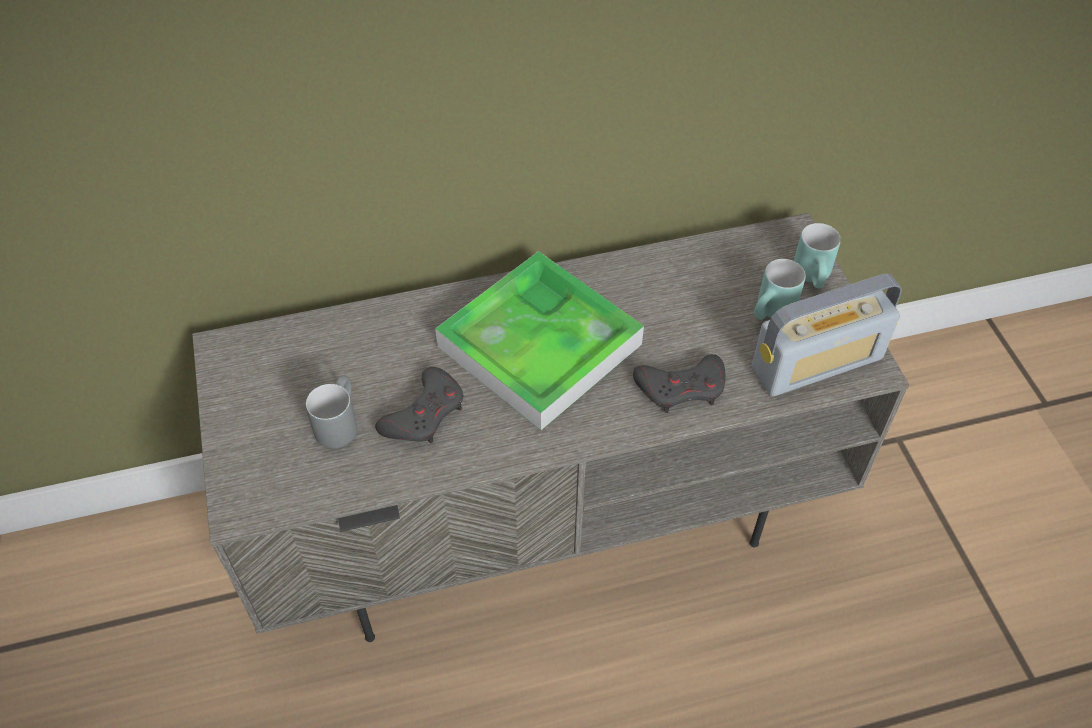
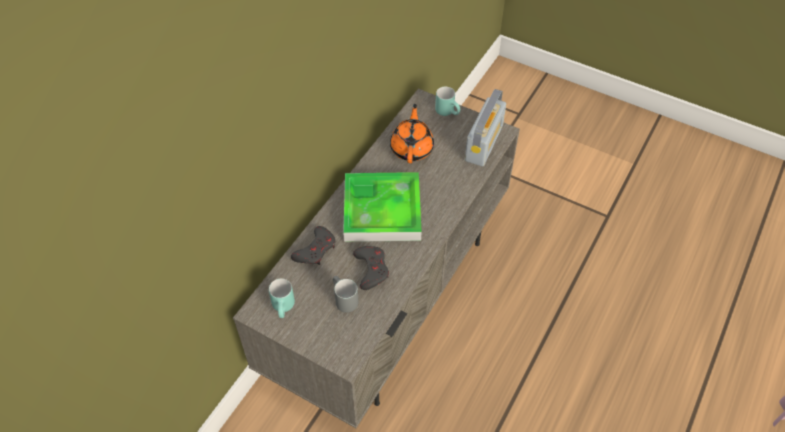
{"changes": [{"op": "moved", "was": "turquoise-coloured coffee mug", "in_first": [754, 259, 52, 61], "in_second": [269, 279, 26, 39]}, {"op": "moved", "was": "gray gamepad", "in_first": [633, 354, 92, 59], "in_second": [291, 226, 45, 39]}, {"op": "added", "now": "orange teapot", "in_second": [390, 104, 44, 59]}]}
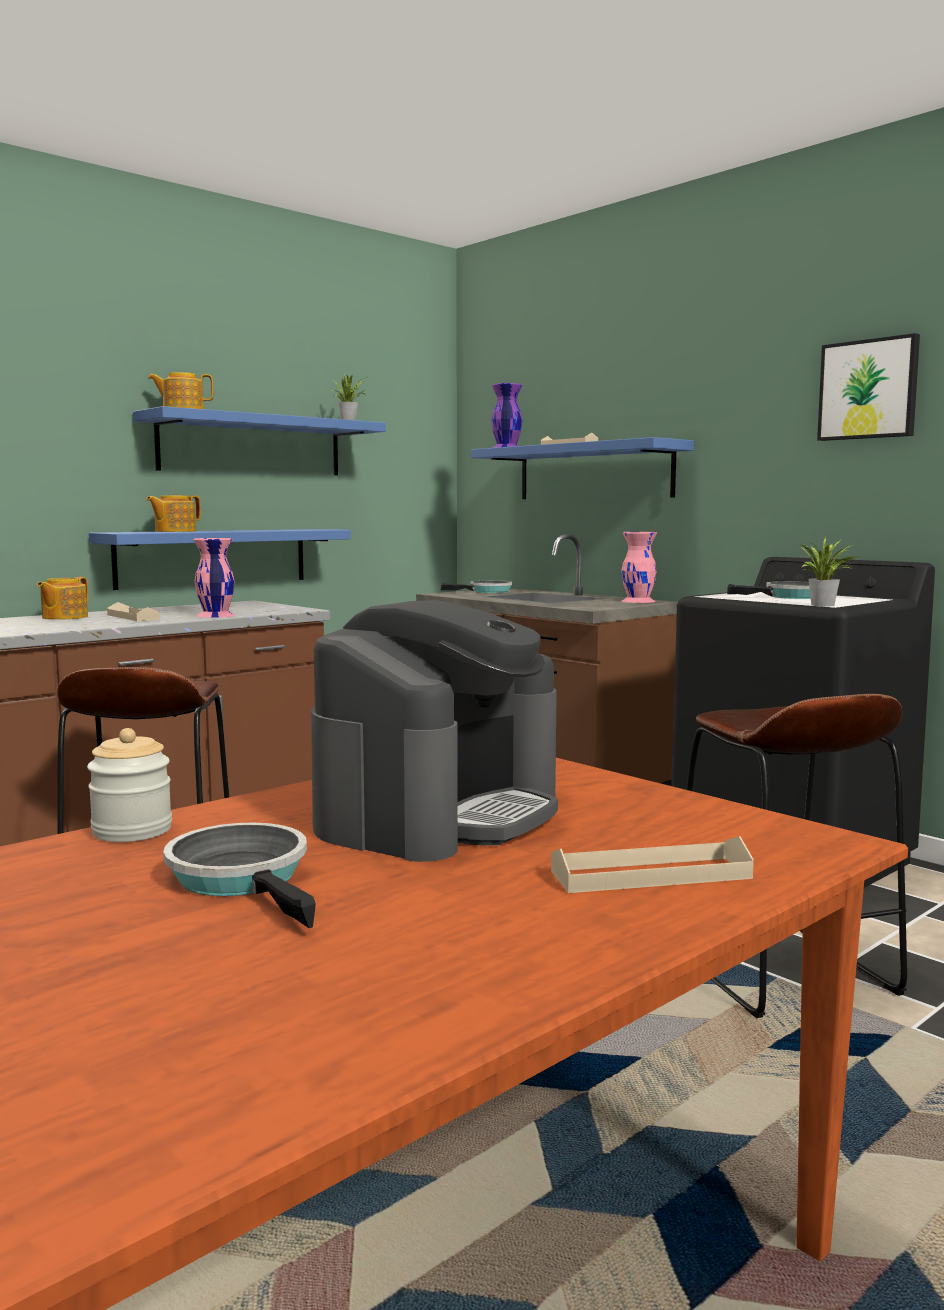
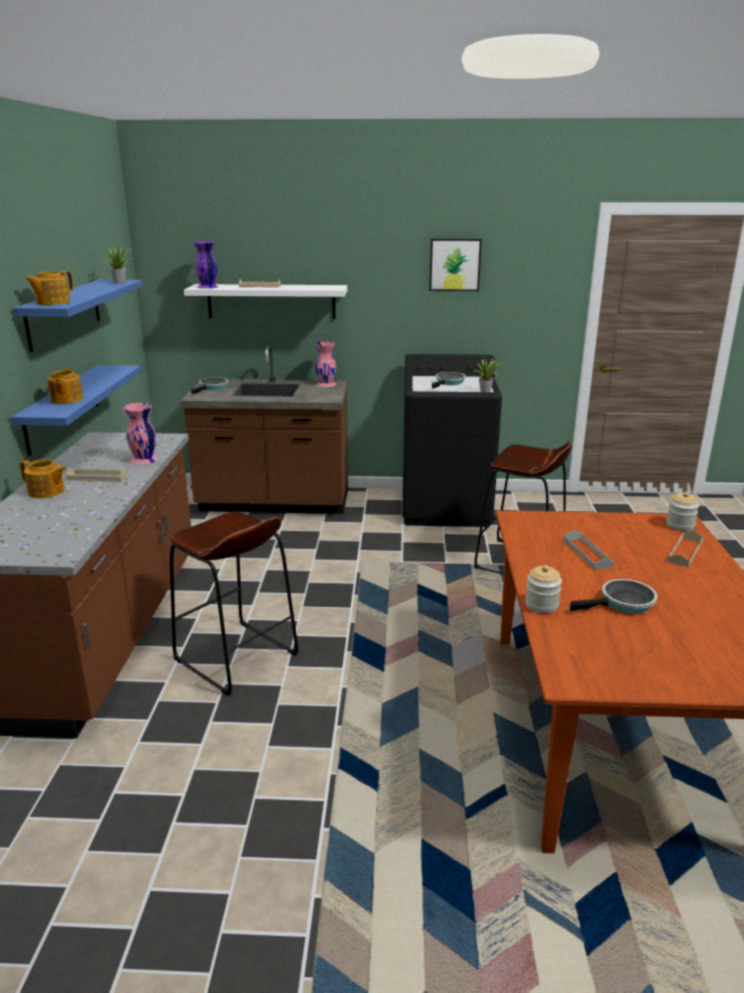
{"changes": [{"op": "recoloured", "was": "blue shelf", "now": "white-coloured shelf", "in_first": [471, 437, 223, 62], "in_second": [184, 284, 163, 35]}, {"op": "turned", "was": "teapot", "in_first": [37, 577, 51, 43], "in_second": [19, 459, 47, 39], "clockwise": -45}, {"op": "replaced", "was": "coffee brewer", "now": "gray serving tray", "in_first": [311, 600, 247, 262], "in_second": [564, 530, 50, 40]}, {"op": "turned", "was": "pan", "in_first": [163, 822, 153, 106], "in_second": [570, 579, 87, 35], "clockwise": 150}, {"op": "added", "now": "storage jar", "in_second": [666, 492, 33, 39]}]}
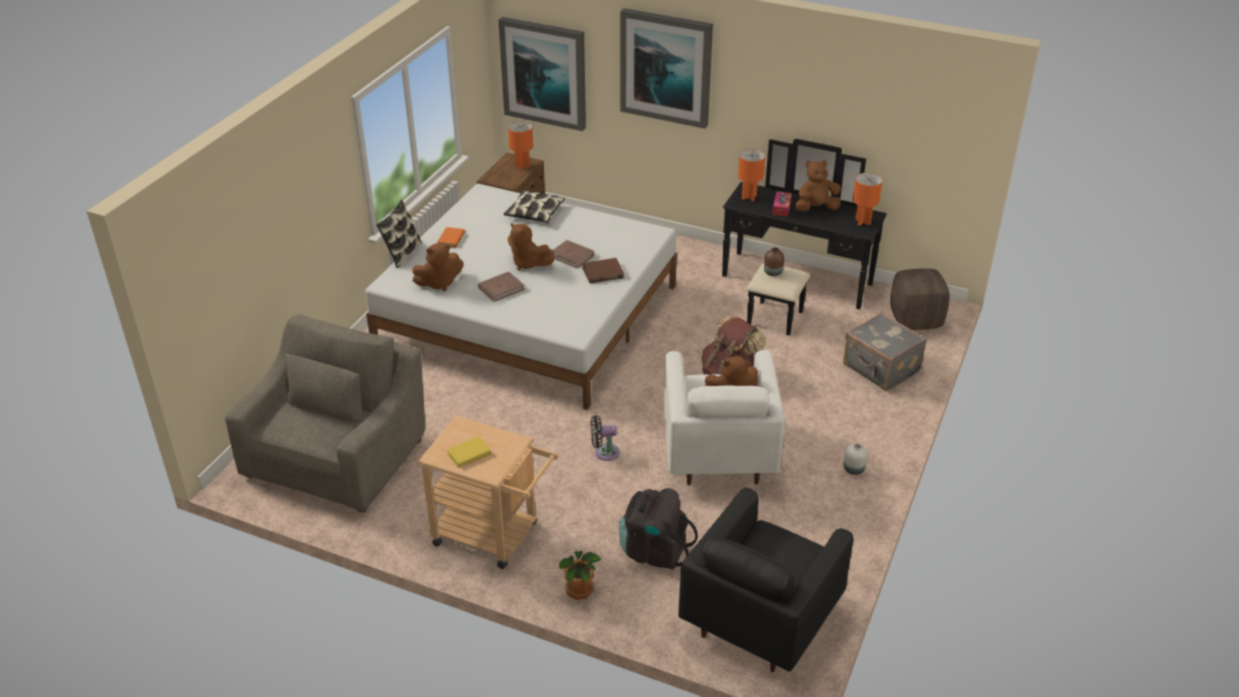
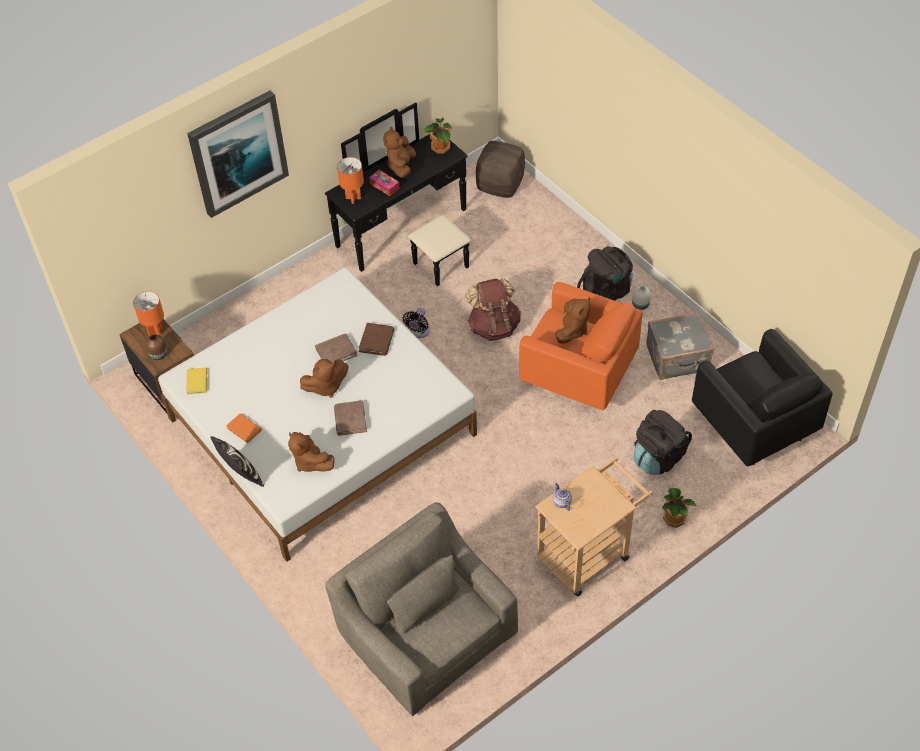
{"changes": [{"op": "removed", "was": "wall art", "in_first": [498, 17, 88, 114]}, {"op": "replaced", "was": "orange table lamp", "now": "potted plant", "in_first": [853, 173, 29, 53], "in_second": [423, 118, 29, 36]}, {"op": "removed", "was": "pillow", "in_first": [504, 191, 61, 32]}, {"op": "turned", "was": "brownish cuddly toy", "in_first": [412, 243, 51, 48], "in_second": [288, 432, 46, 40], "clockwise": 135}, {"op": "moved", "was": "brownish decorative vase", "in_first": [764, 248, 20, 28], "in_second": [145, 335, 22, 25]}, {"op": "moved", "was": "gray travel case", "in_first": [843, 313, 84, 78], "in_second": [646, 312, 68, 68]}, {"op": "recoloured", "was": "white-coloured lounge chair", "now": "orange lounge chair", "in_first": [663, 350, 122, 135], "in_second": [519, 282, 124, 128]}, {"op": "moved", "was": "black-coloured fan", "in_first": [591, 415, 29, 46], "in_second": [403, 308, 27, 30]}, {"op": "moved", "was": "yellow bound book", "in_first": [447, 436, 44, 32], "in_second": [186, 368, 21, 27]}, {"op": "added", "now": "black-coloured knapsack", "in_second": [577, 246, 56, 55]}, {"op": "added", "now": "teapot", "in_second": [553, 482, 19, 29]}]}
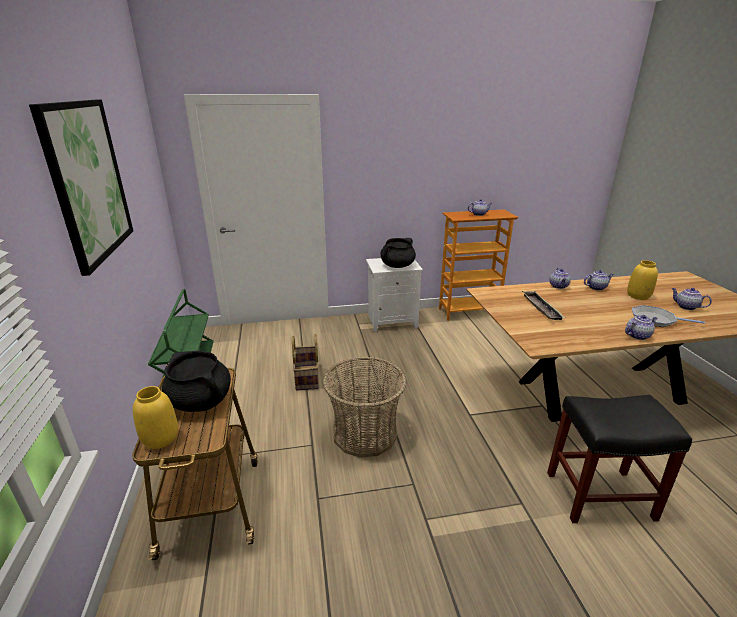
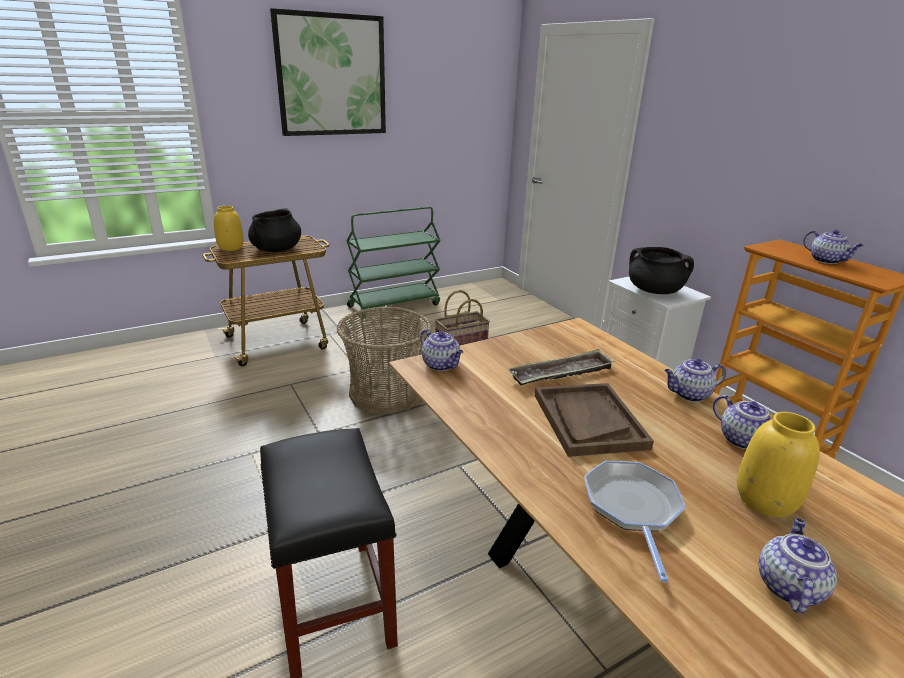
{"changes": [{"op": "moved", "was": "teapot", "in_first": [625, 315, 33, 25], "in_second": [420, 329, 43, 42]}, {"op": "added", "now": "brownish serving tray", "in_second": [535, 383, 119, 74]}]}
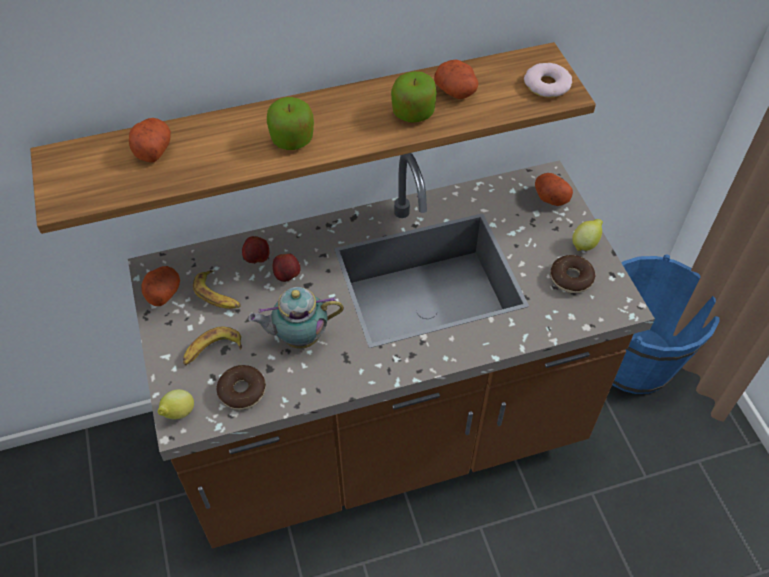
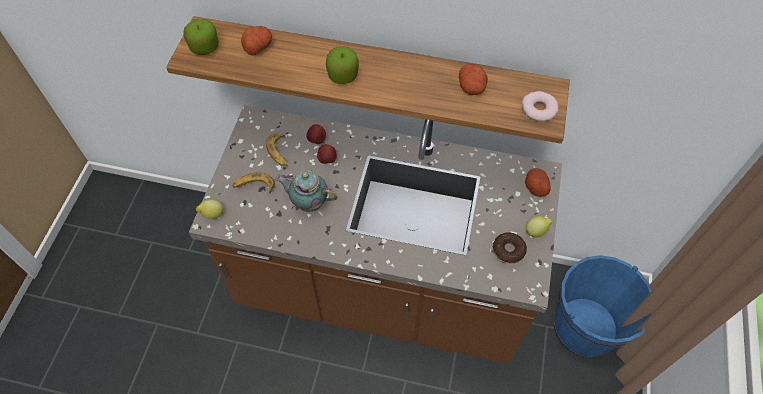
{"changes": [{"op": "moved", "was": "apple", "in_first": [391, 71, 45, 52], "in_second": [183, 19, 36, 36]}, {"op": "removed", "was": "potato", "in_first": [142, 266, 38, 40]}, {"op": "removed", "was": "ring doughnut", "in_first": [217, 365, 49, 45]}]}
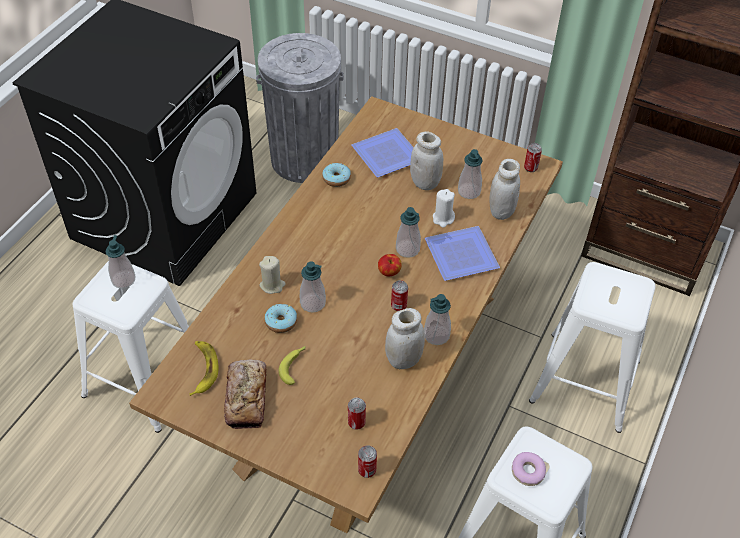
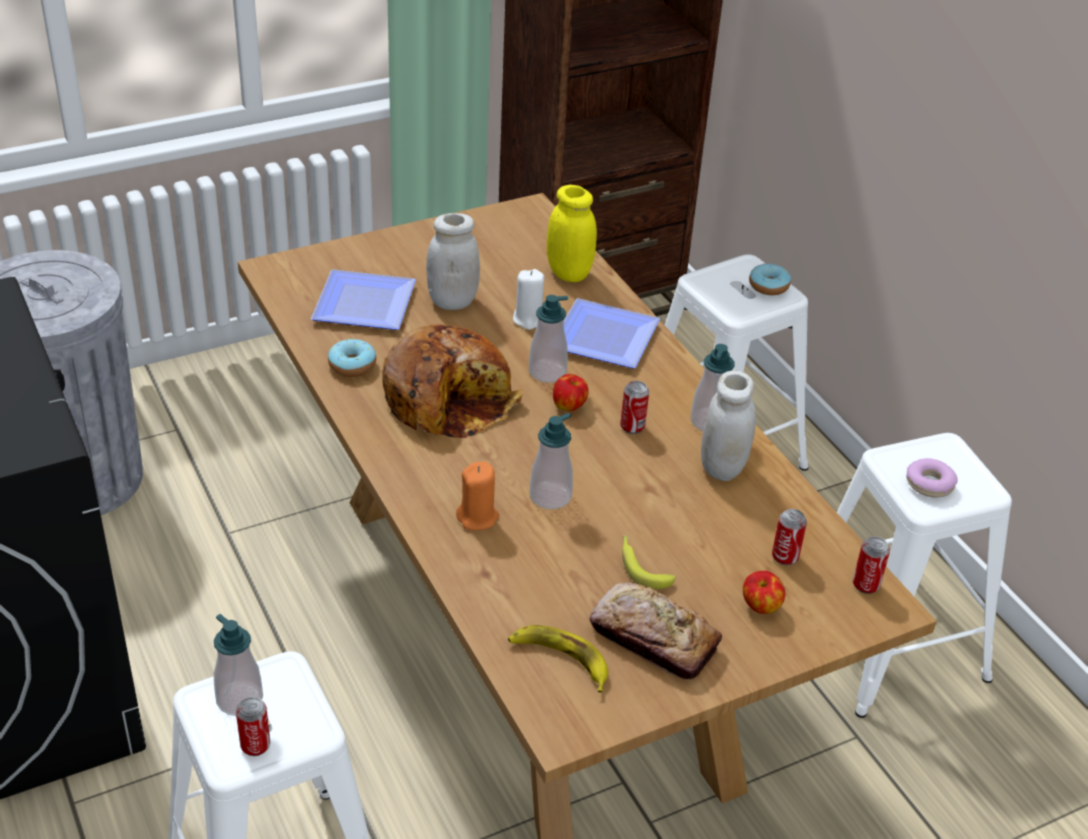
{"changes": [{"op": "moved", "was": "sealed can", "in_first": [524, 143, 18, 29], "in_second": [236, 697, 34, 59]}, {"op": "removed", "was": "soap dispenser", "in_first": [458, 149, 25, 50]}, {"op": "recoloured", "was": "white-coloured storage jar", "now": "yellow storage jar", "in_first": [489, 159, 31, 61], "in_second": [547, 185, 50, 97]}, {"op": "recoloured", "was": "sand-coloured wax light", "now": "orange wax light", "in_first": [259, 256, 27, 38], "in_second": [456, 462, 43, 68]}, {"op": "moved", "was": "ring doughnut", "in_first": [265, 304, 32, 29], "in_second": [749, 264, 42, 31]}, {"op": "added", "now": "baked bread", "in_second": [382, 324, 141, 115]}, {"op": "added", "now": "apple", "in_second": [743, 571, 42, 43]}]}
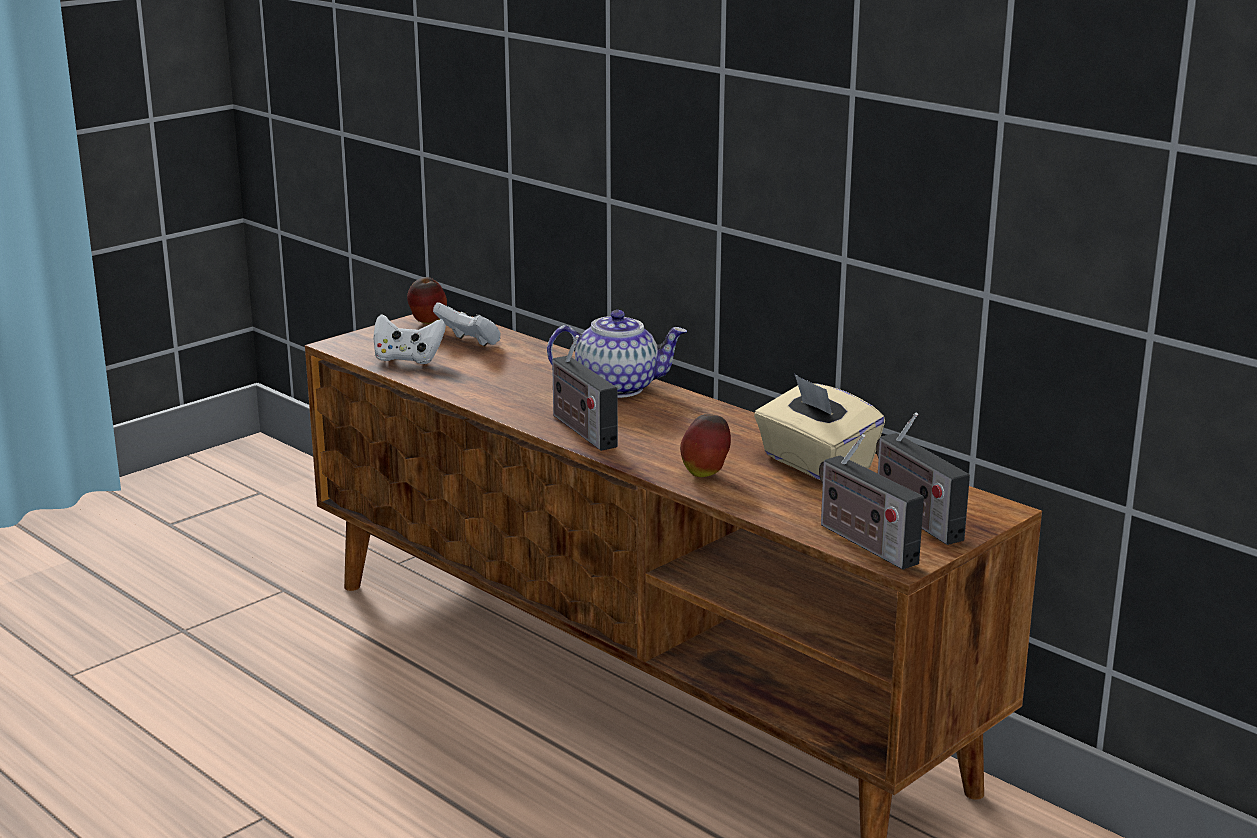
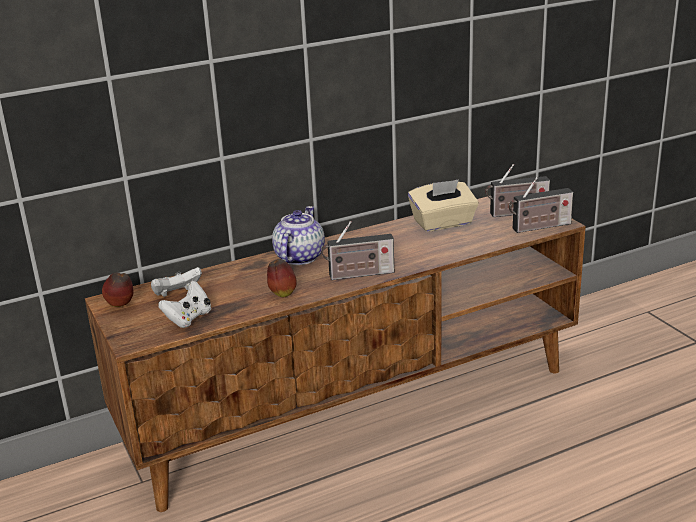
{"changes": [{"op": "moved", "was": "apple", "in_first": [680, 414, 51, 63], "in_second": [267, 259, 30, 38]}]}
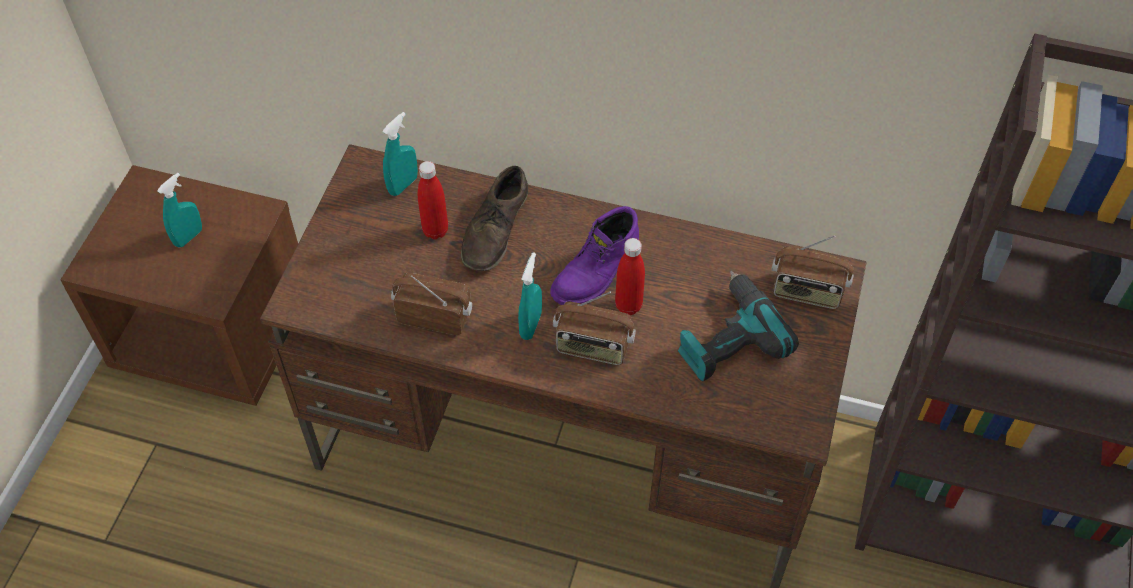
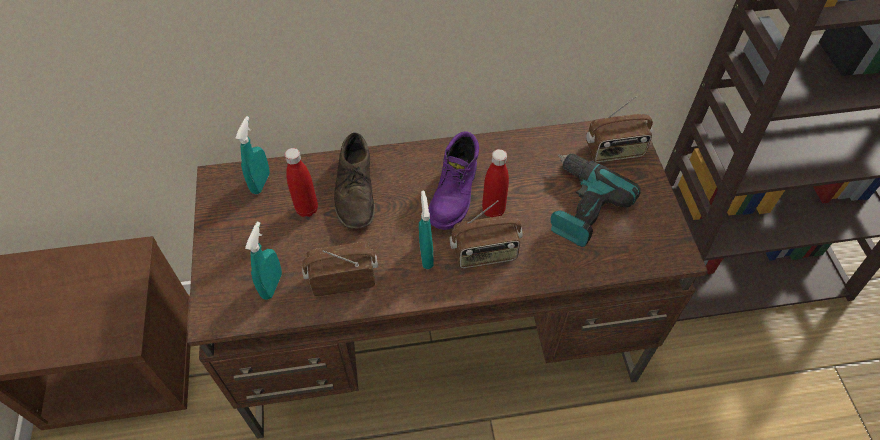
{"changes": [{"op": "moved", "was": "turquoise-coloured sprayer", "in_first": [157, 173, 45, 74], "in_second": [245, 222, 37, 78]}]}
